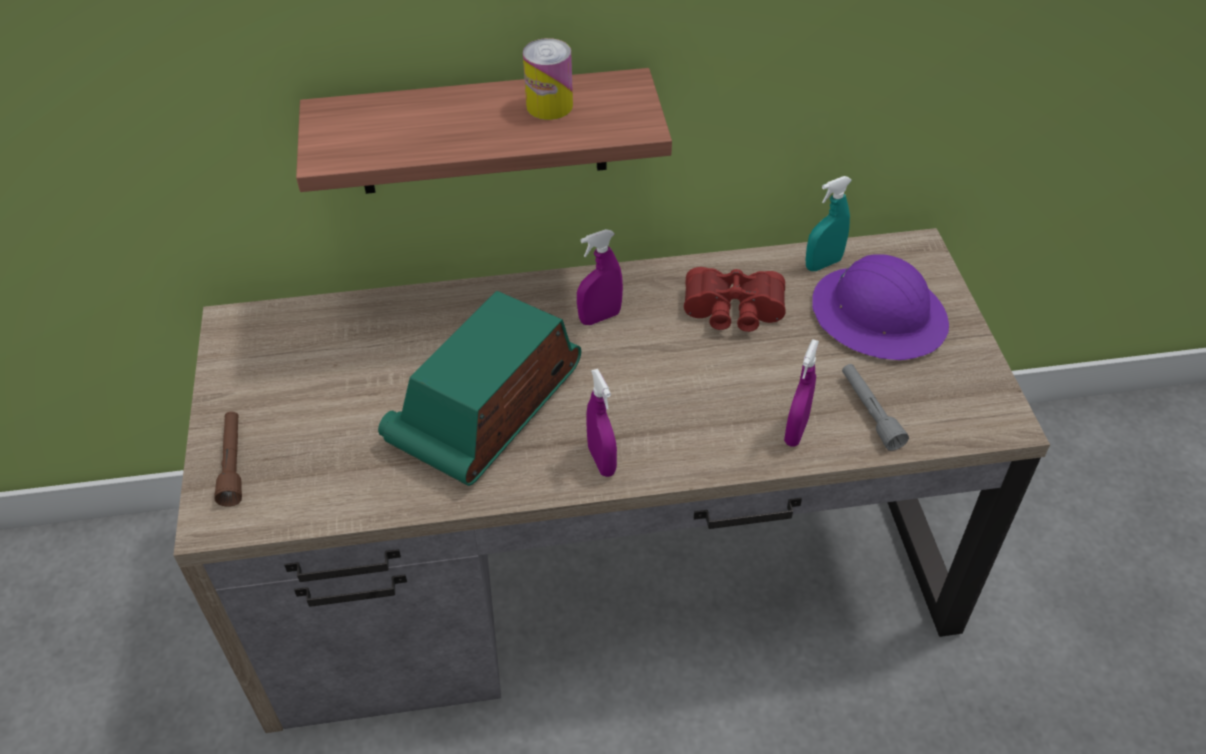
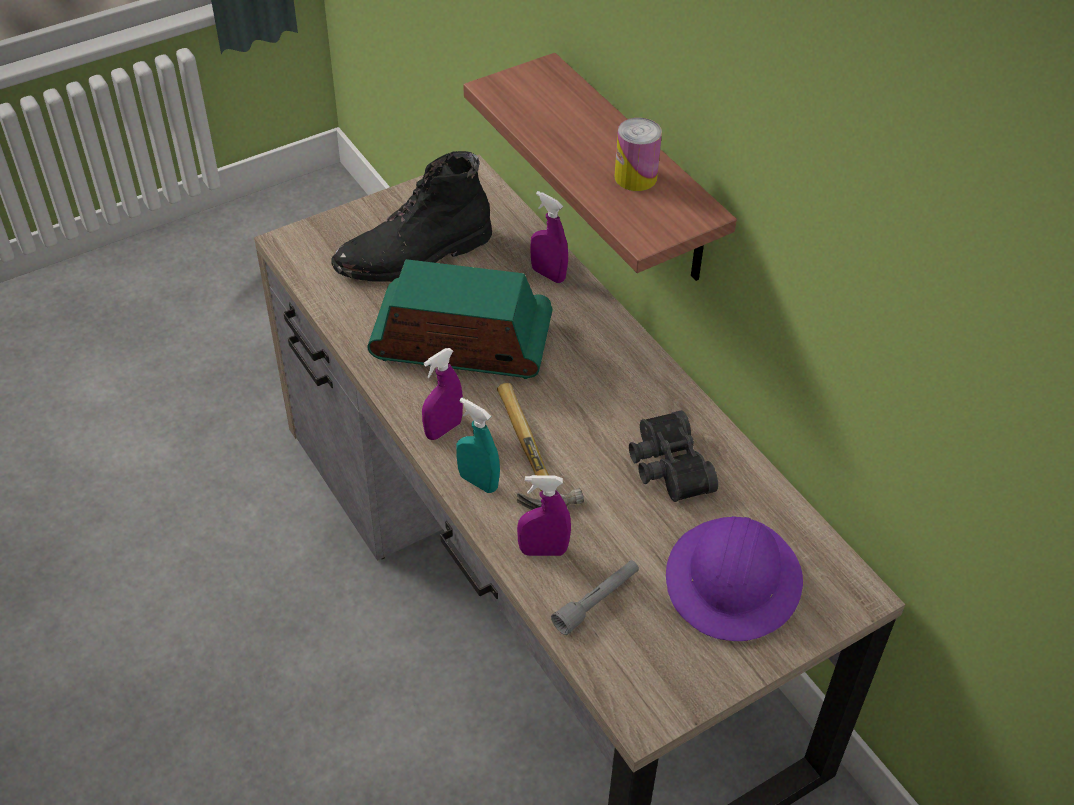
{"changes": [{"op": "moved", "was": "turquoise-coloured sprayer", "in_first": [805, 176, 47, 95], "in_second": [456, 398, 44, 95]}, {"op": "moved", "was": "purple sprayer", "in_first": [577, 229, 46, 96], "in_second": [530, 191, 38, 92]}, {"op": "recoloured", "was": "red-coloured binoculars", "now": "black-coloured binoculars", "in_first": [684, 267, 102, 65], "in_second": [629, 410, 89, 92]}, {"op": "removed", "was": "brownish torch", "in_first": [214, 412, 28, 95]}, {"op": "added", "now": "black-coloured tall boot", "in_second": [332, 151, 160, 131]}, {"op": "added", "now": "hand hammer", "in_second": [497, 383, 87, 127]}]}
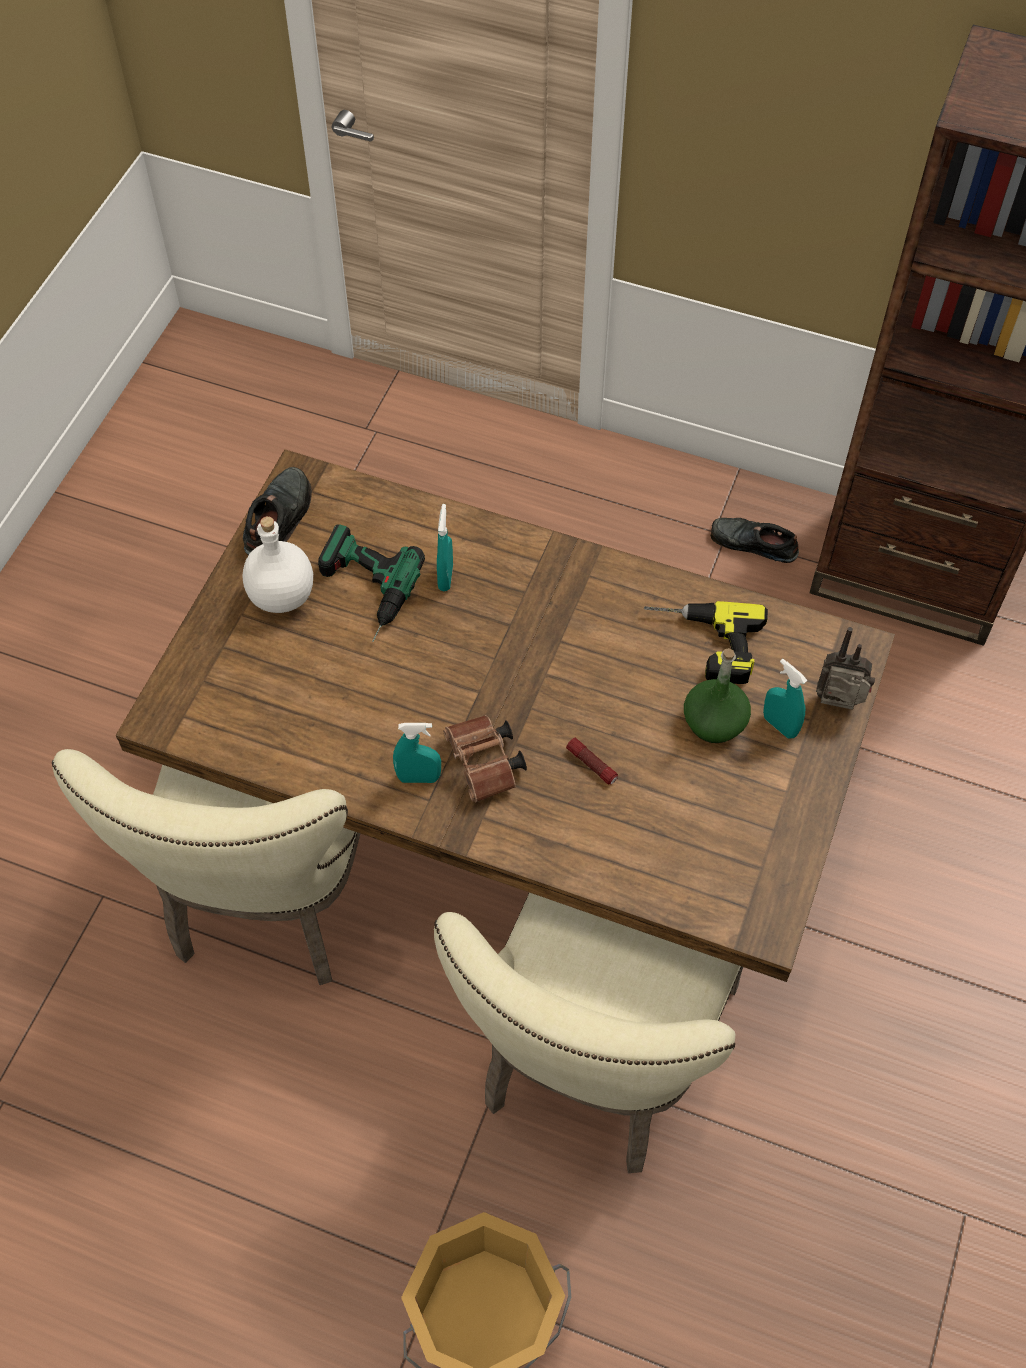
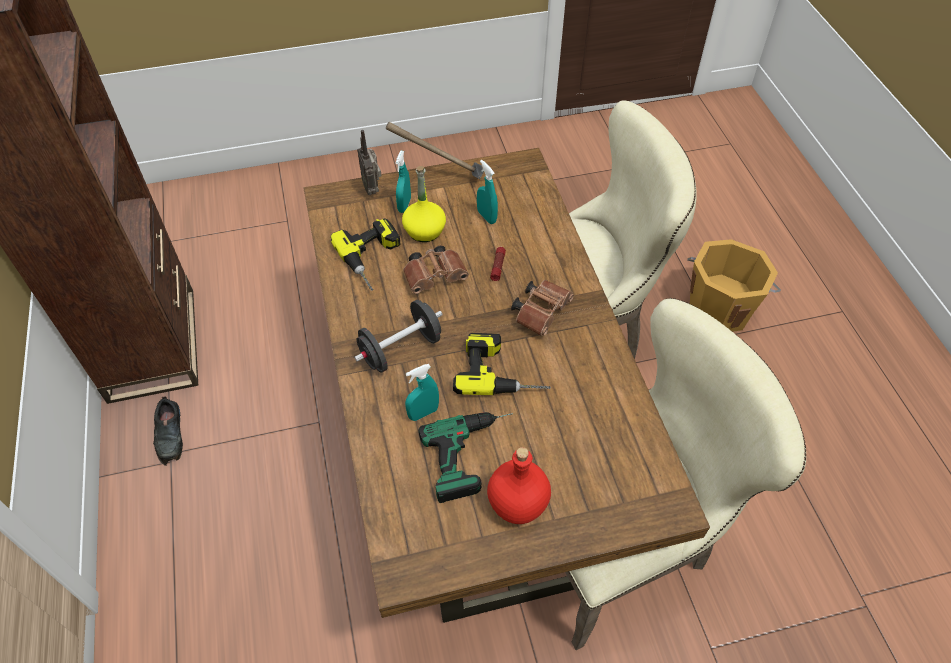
{"changes": [{"op": "removed", "was": "black-coloured low shoe", "in_first": [243, 467, 69, 88]}, {"op": "recoloured", "was": "white-coloured bottle", "now": "red-coloured bottle", "in_first": [243, 516, 70, 97], "in_second": [487, 447, 64, 77]}, {"op": "recoloured", "was": "greenish bottle", "now": "yellow bottle", "in_first": [684, 648, 67, 95], "in_second": [402, 166, 44, 76]}, {"op": "moved", "was": "turquoise-coloured sprayer", "in_first": [393, 723, 48, 60], "in_second": [477, 160, 21, 64]}, {"op": "added", "now": "hand hammer", "in_second": [386, 122, 98, 57]}, {"op": "added", "now": "brownish binoculars", "in_second": [403, 245, 66, 49]}, {"op": "added", "now": "black-coloured hand weight", "in_second": [354, 300, 89, 73]}, {"op": "added", "now": "drill", "in_second": [453, 333, 98, 62]}]}
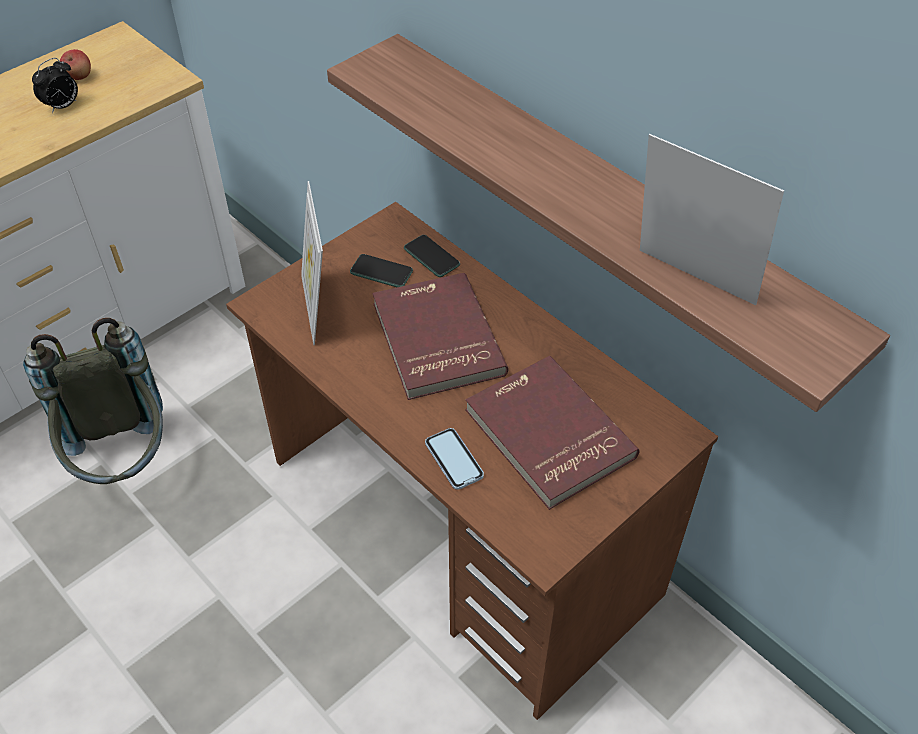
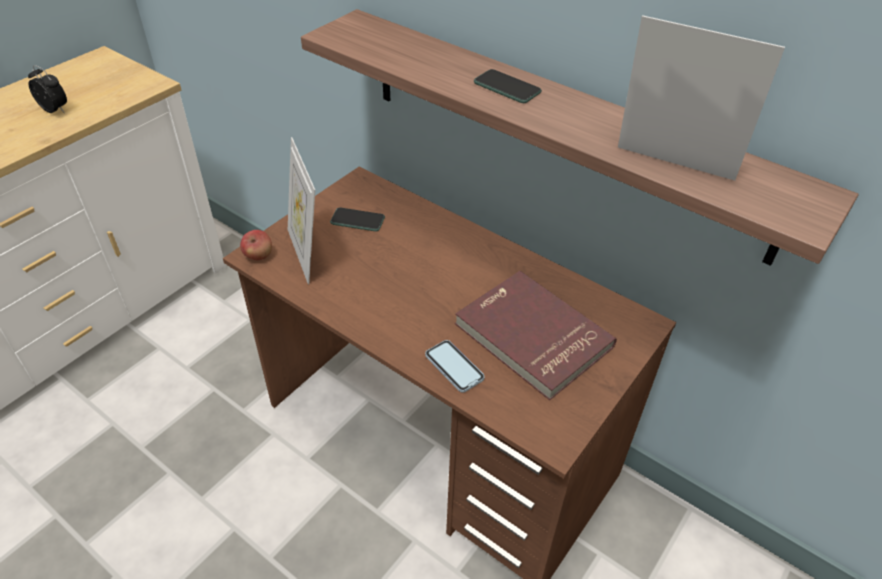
{"changes": [{"op": "moved", "was": "apple", "in_first": [60, 49, 31, 31], "in_second": [240, 230, 32, 30]}, {"op": "turned", "was": "alarm clock", "in_first": [32, 58, 46, 56], "in_second": [28, 65, 39, 48], "clockwise": -90}, {"op": "moved", "was": "telephone", "in_first": [404, 235, 56, 42], "in_second": [474, 69, 68, 34]}, {"op": "removed", "was": "red-coloured bound book", "in_first": [372, 273, 136, 127]}, {"op": "removed", "was": "gray knapsack", "in_first": [23, 318, 140, 166]}]}
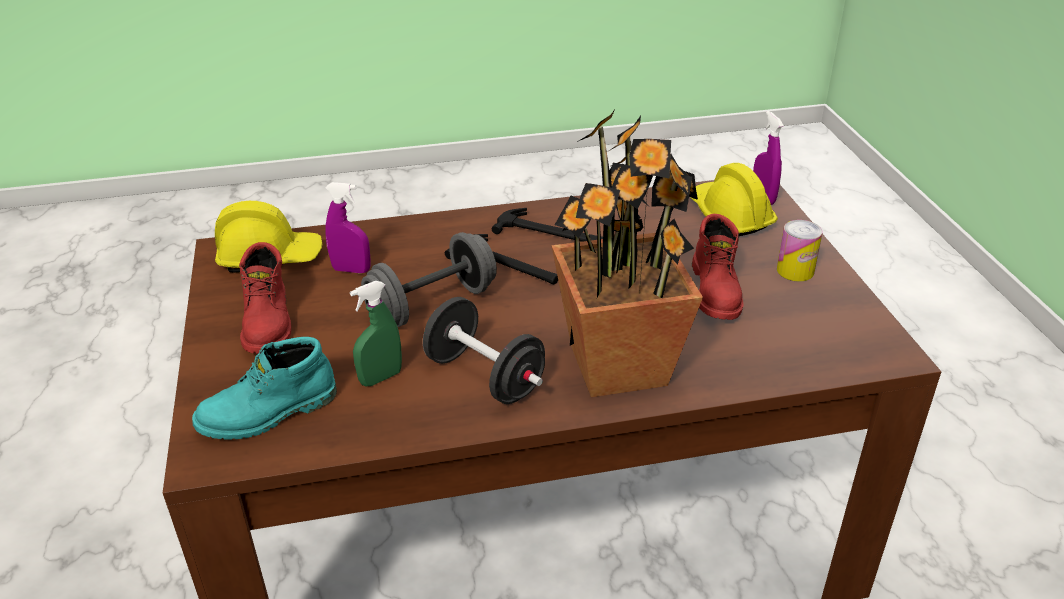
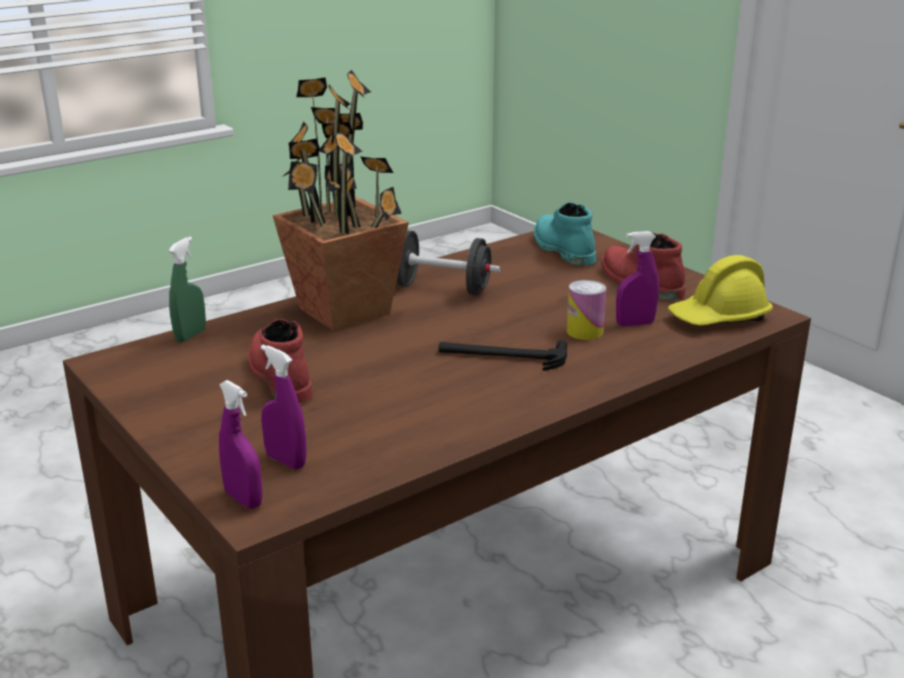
{"changes": [{"op": "replaced", "was": "yellow safety helmet", "now": "purple sprayer", "in_first": [690, 163, 88, 73], "in_second": [261, 345, 45, 124]}, {"op": "removed", "was": "hand hammer", "in_first": [492, 208, 111, 34]}, {"op": "moved", "was": "sealed can", "in_first": [777, 220, 46, 62], "in_second": [567, 280, 39, 60]}, {"op": "removed", "was": "gray hand weight", "in_first": [361, 232, 136, 95]}, {"op": "moved", "was": "greenish sprayer", "in_first": [350, 281, 52, 106], "in_second": [168, 237, 38, 105]}, {"op": "turned", "was": "turquoise-coloured tall boot", "in_first": [192, 337, 145, 103], "in_second": [534, 202, 62, 63], "clockwise": -60}]}
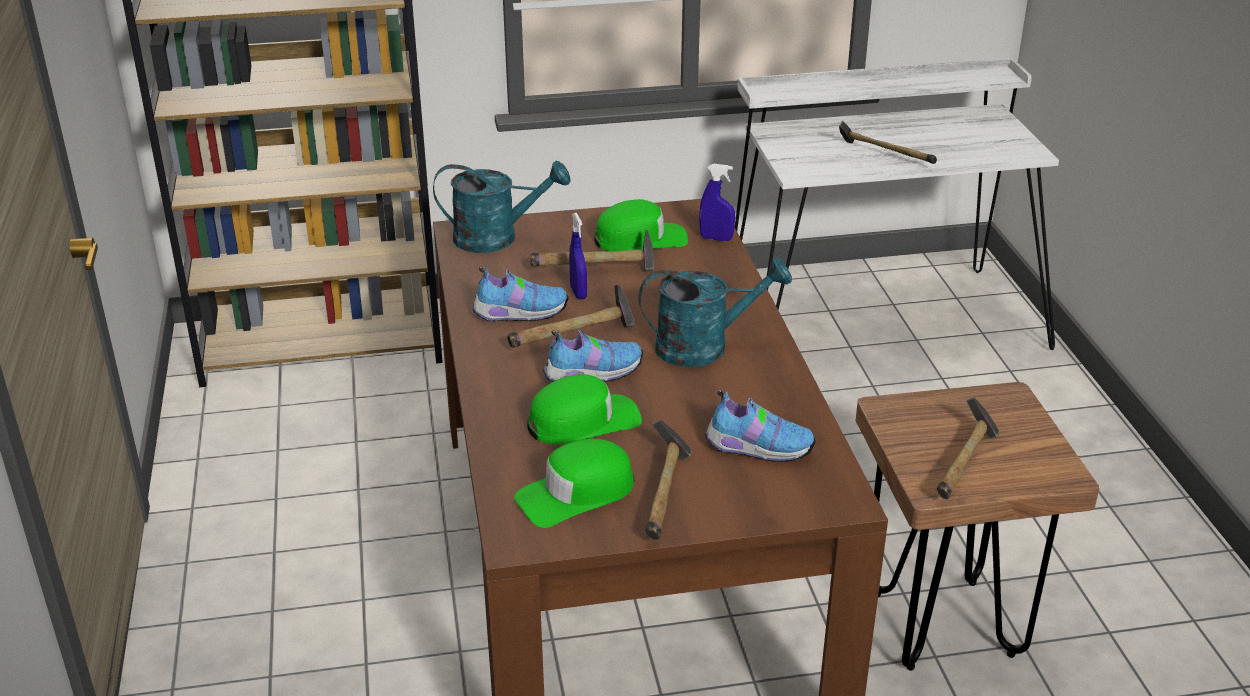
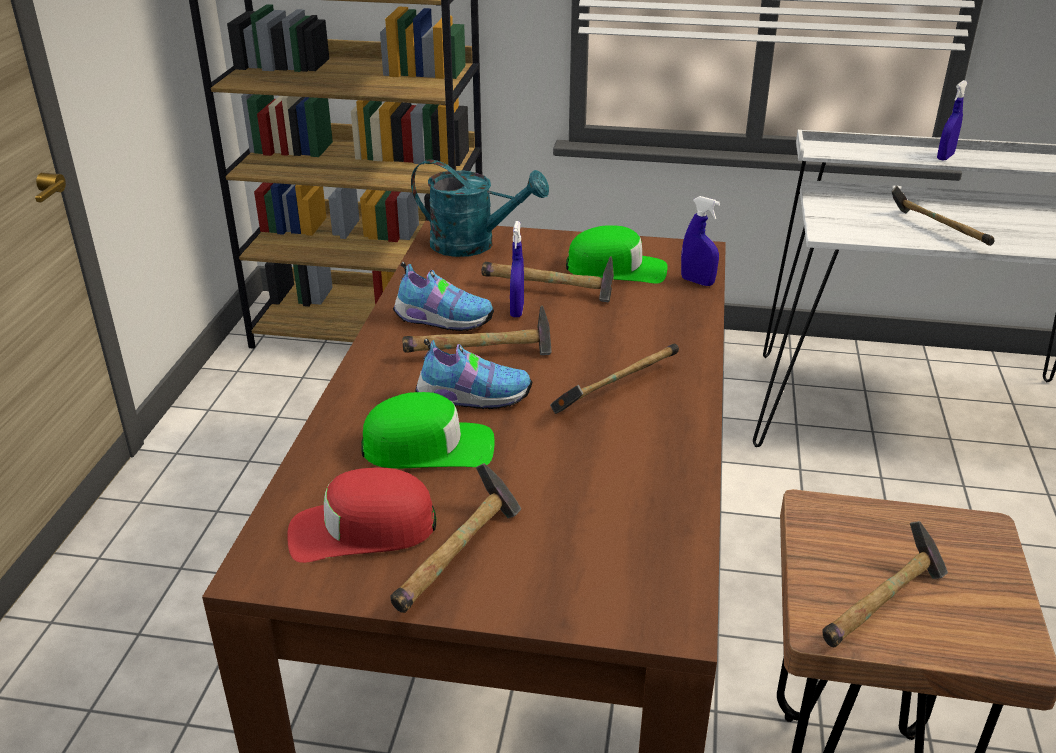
{"changes": [{"op": "replaced", "was": "turquoise-coloured sprinkling can", "now": "hand hammer", "in_first": [638, 257, 154, 110], "in_second": [550, 344, 129, 70]}, {"op": "removed", "was": "low shoe", "in_first": [705, 389, 111, 73]}, {"op": "recoloured", "was": "greenish baseball cap", "now": "red-coloured baseball cap", "in_first": [514, 439, 121, 89], "in_second": [287, 467, 149, 96]}, {"op": "added", "now": "blue sprayer", "in_second": [937, 80, 31, 81]}]}
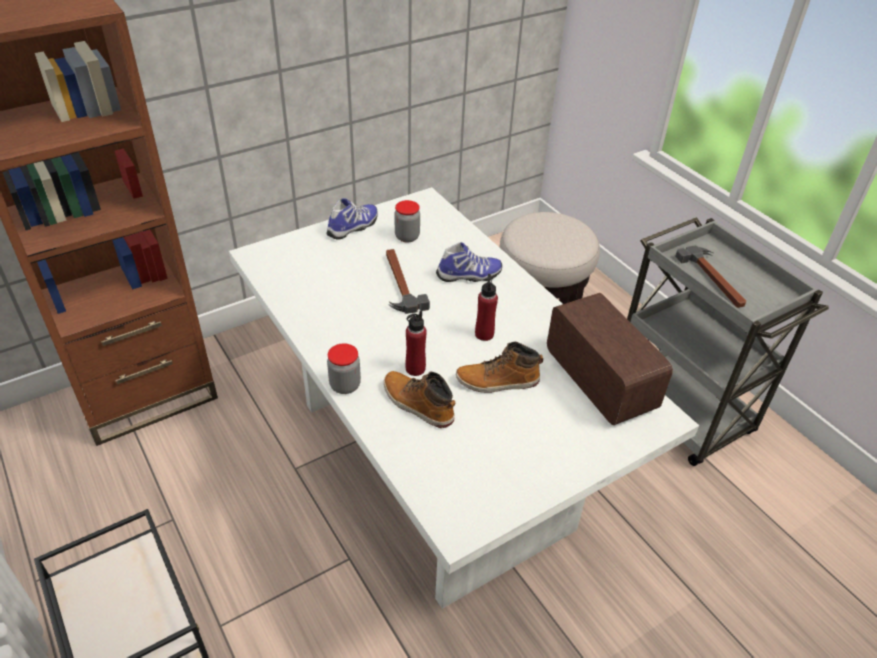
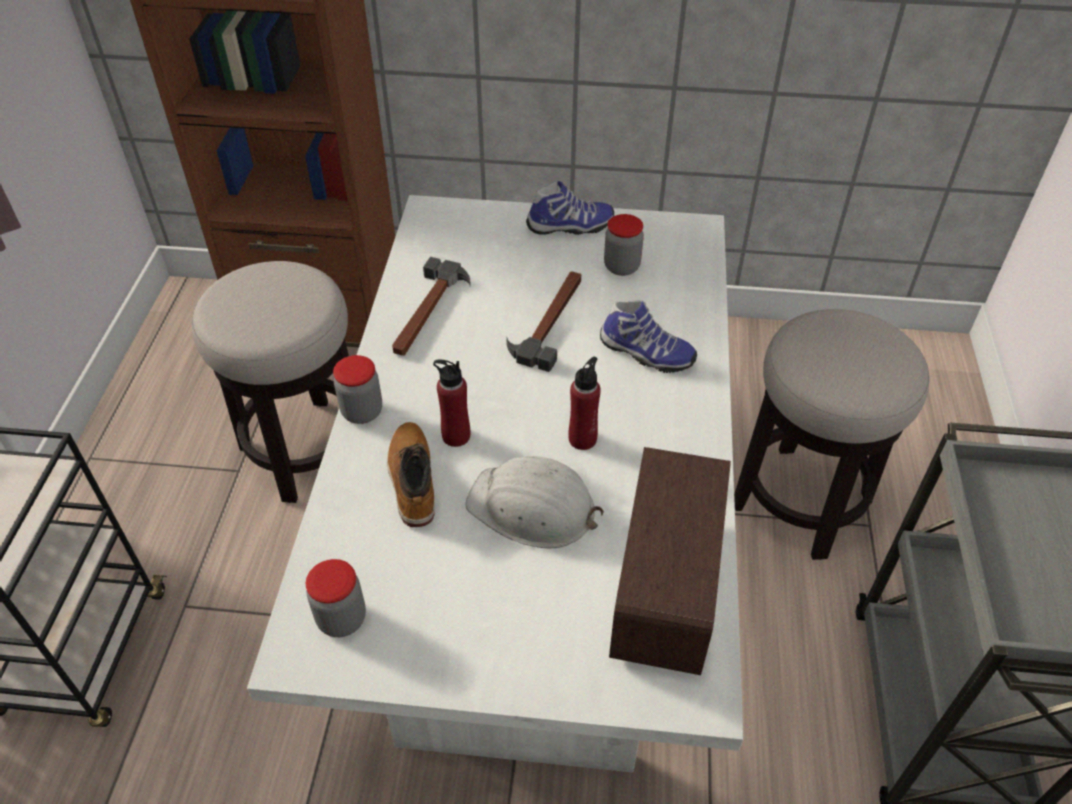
{"changes": [{"op": "moved", "was": "hand hammer", "in_first": [675, 245, 71, 63], "in_second": [392, 257, 79, 99]}, {"op": "replaced", "was": "tall boot", "now": "white-coloured safety helmet", "in_first": [456, 342, 87, 51], "in_second": [466, 456, 138, 92]}, {"op": "added", "now": "stool seat", "in_second": [192, 261, 157, 242]}, {"op": "added", "now": "storage jar", "in_second": [306, 559, 60, 78]}]}
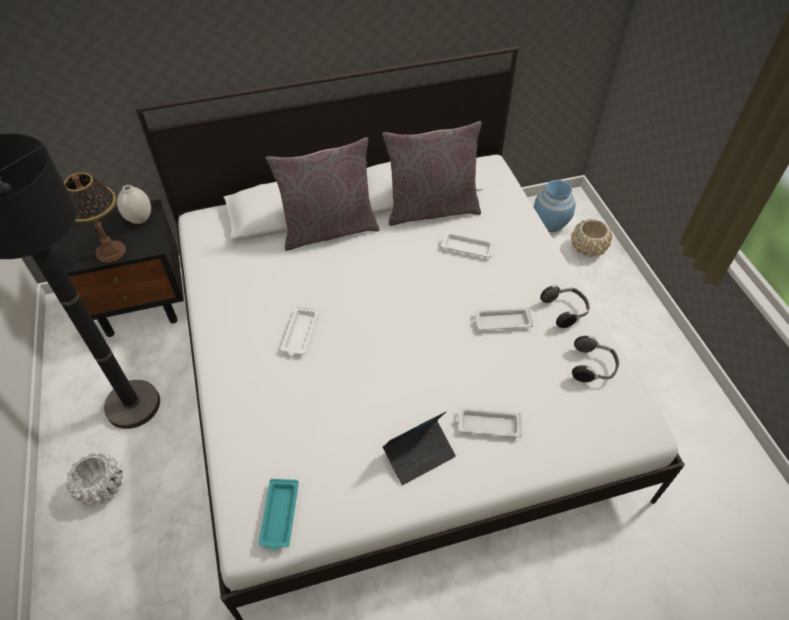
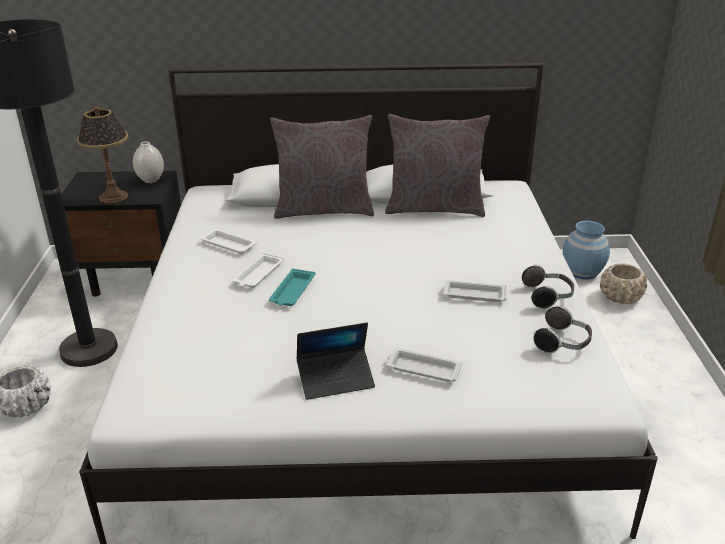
{"changes": [{"op": "moved", "was": "white-coloured serving tray", "in_first": [441, 232, 54, 25], "in_second": [201, 229, 56, 25]}, {"op": "moved", "was": "turquoise-coloured serving tray", "in_first": [259, 479, 40, 72], "in_second": [269, 268, 46, 38]}]}
